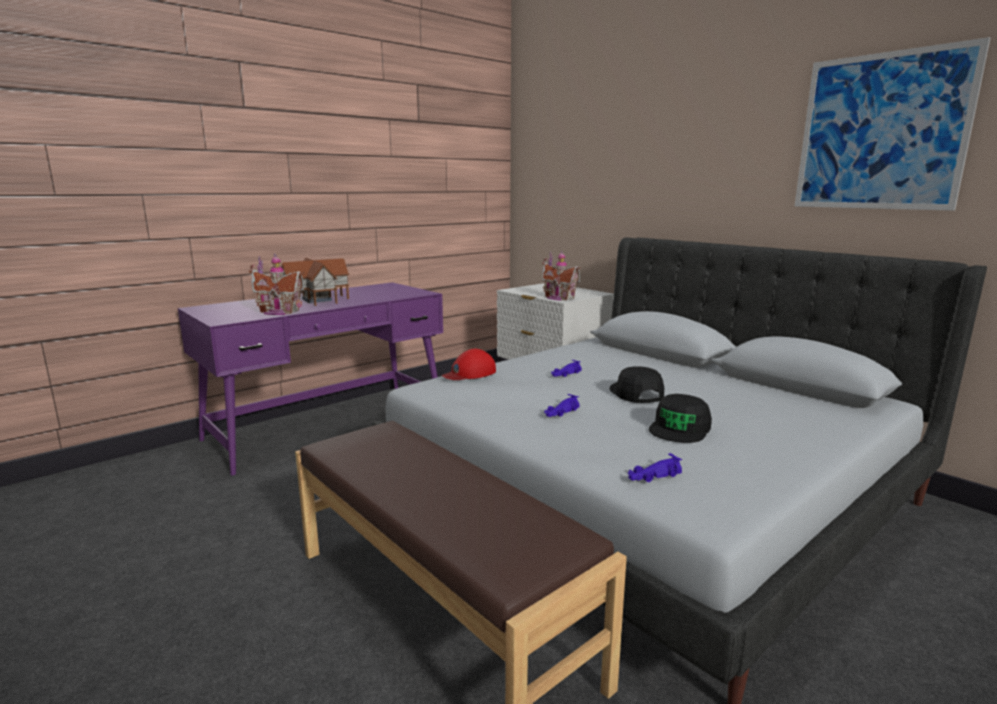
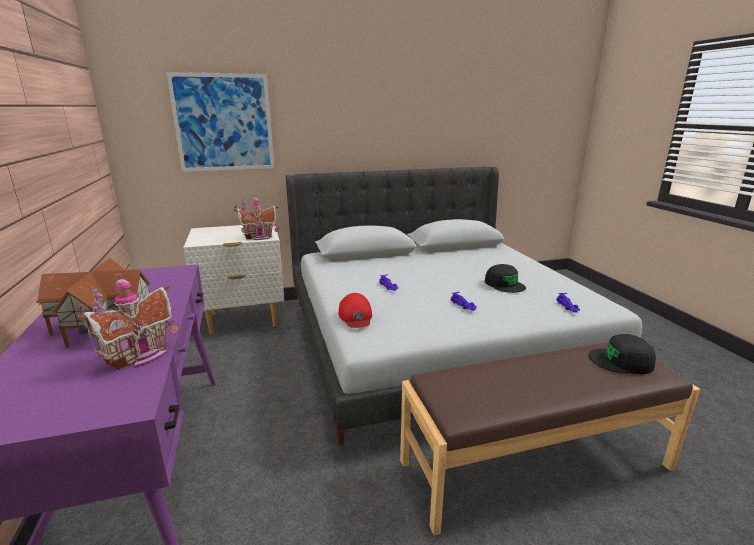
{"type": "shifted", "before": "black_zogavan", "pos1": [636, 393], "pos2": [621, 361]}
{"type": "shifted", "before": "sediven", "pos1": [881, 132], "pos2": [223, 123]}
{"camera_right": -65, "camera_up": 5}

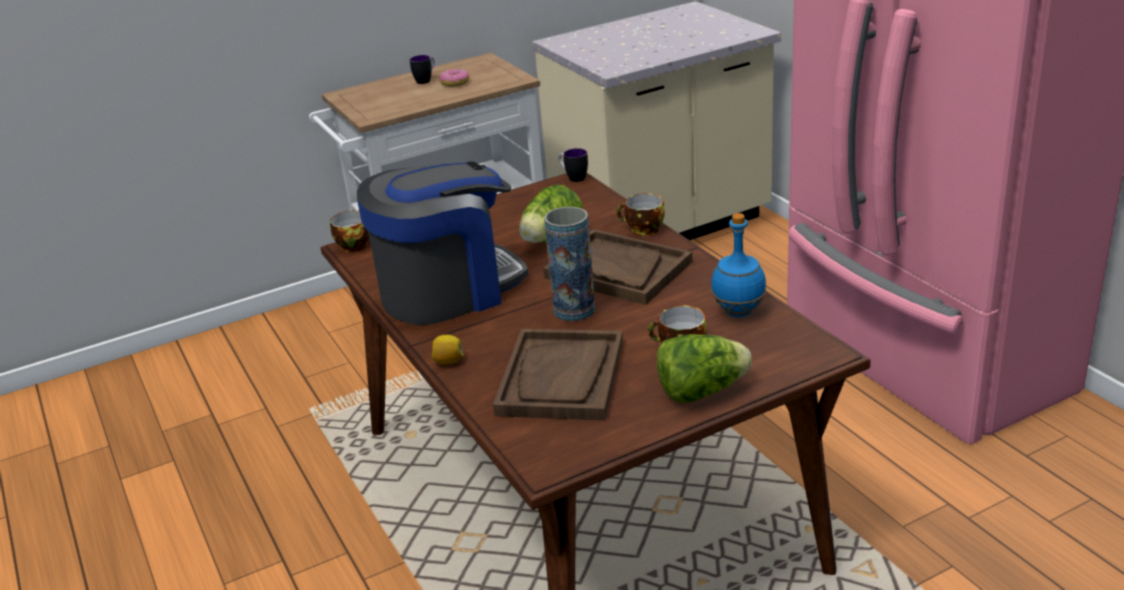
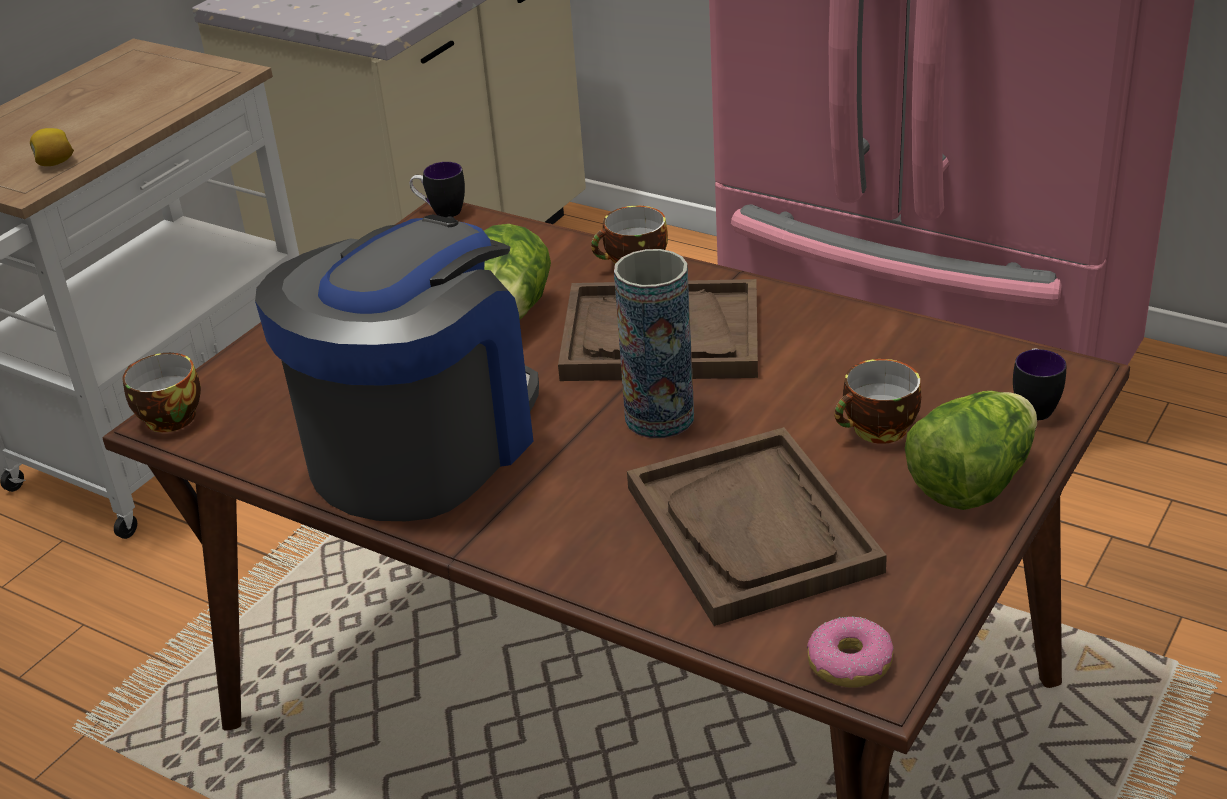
{"type": "shifted", "before": "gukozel", "pos1": [426, 80], "pos2": [1034, 405]}
{"type": "shifted", "before": "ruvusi", "pos1": [448, 361], "pos2": [55, 163]}
{"type": "shifted", "before": "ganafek", "pos1": [455, 83], "pos2": [850, 663]}
{"type": "gone", "before": "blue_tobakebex", "pos1": [739, 312]}
{"camera_right": -30, "camera_up": 5}

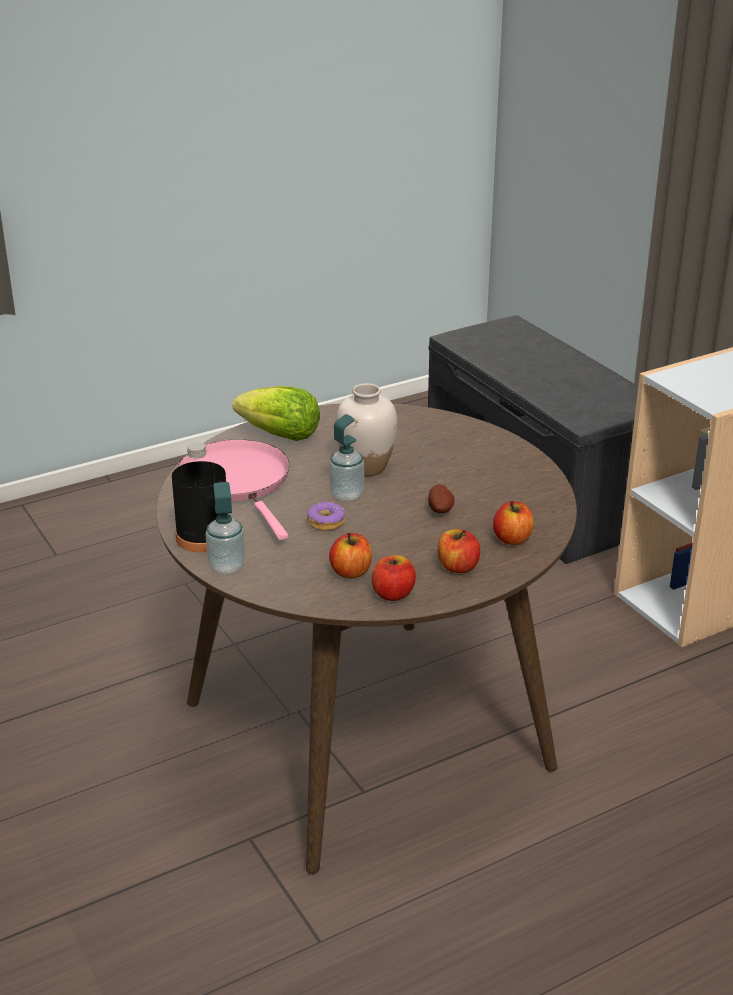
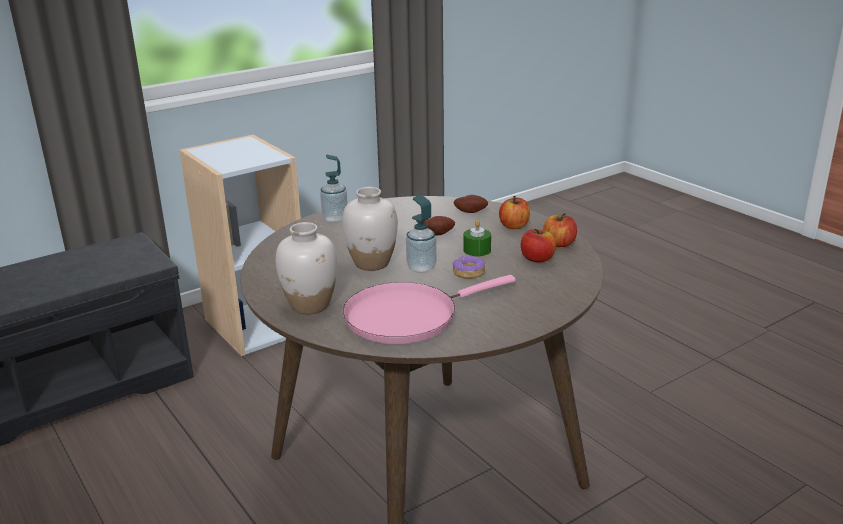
{"type": "gone", "before": "black_tobakebex", "pos1": [203, 537]}
{"type": "shifted", "before": "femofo", "pos1": [226, 567], "pos2": [335, 219]}
{"type": "swapped", "before": "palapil", "after": "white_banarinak", "pos1": [281, 436], "pos2": [310, 305]}
{"type": "swapped", "before": "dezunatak", "after": "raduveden", "pos1": [512, 539], "pos2": [471, 211]}
{"type": "new", "after": "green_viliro", "pos2": [477, 250]}
{"camera_right": -95, "camera_up": -5}

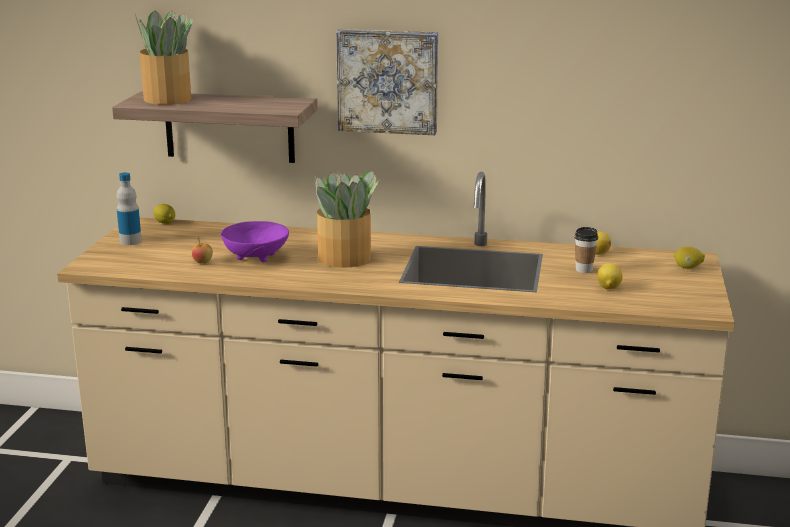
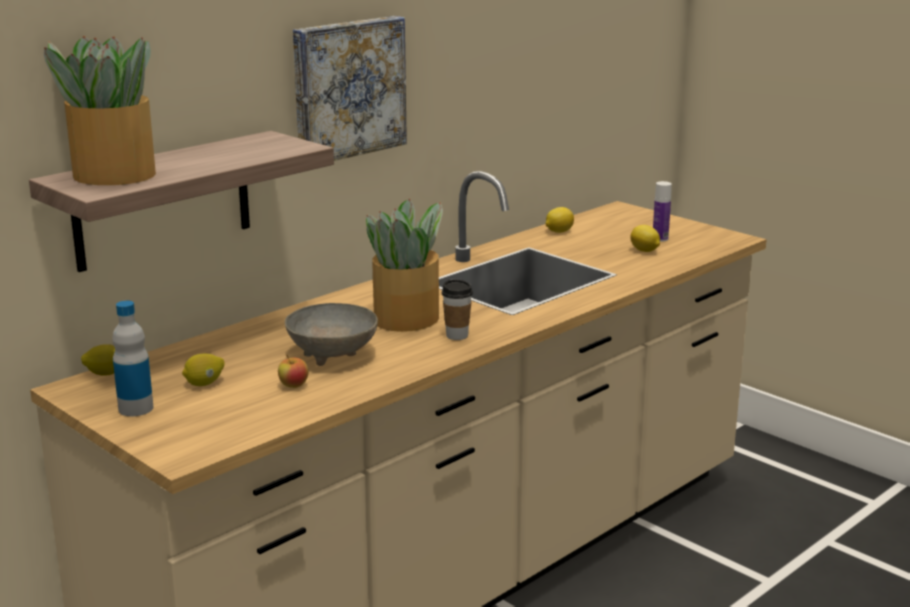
{"type": "repainted", "before": "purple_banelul", "after": "grey_banelul", "pos1": [255, 259], "pos2": [332, 357]}
{"type": "shifted", "before": "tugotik", "pos1": [584, 270], "pos2": [457, 336]}
{"type": "shifted", "before": "ruvusi", "pos1": [687, 267], "pos2": [204, 384]}
{"type": "new", "after": "tobakebex", "pos2": [660, 239]}
{"camera_right": -55, "camera_up": 0}

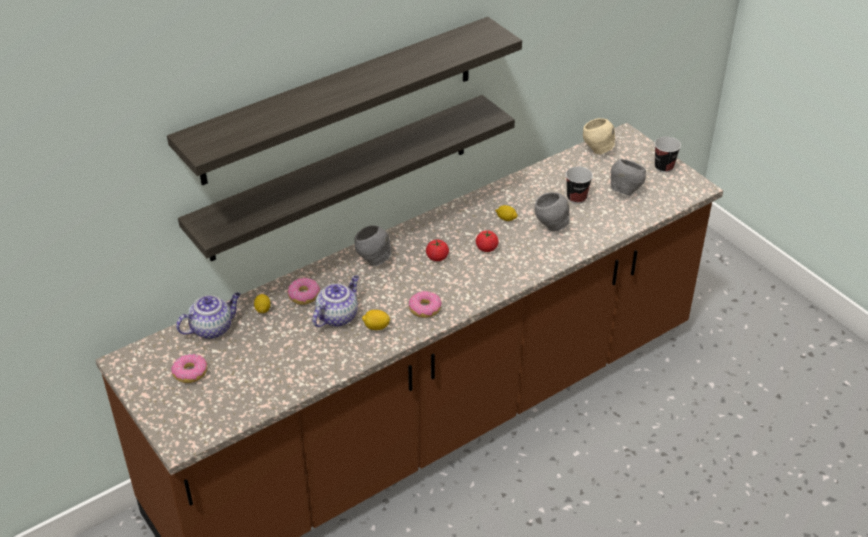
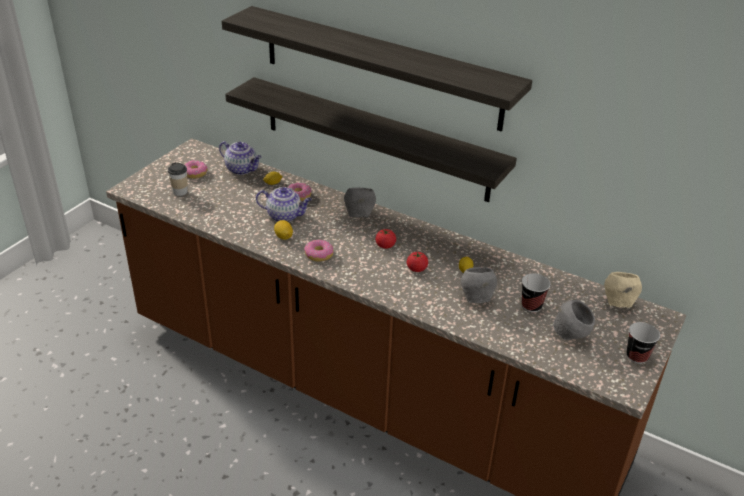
{"type": "new", "after": "tugotik", "pos2": [180, 192]}
{"camera_right": 65, "camera_up": -5}

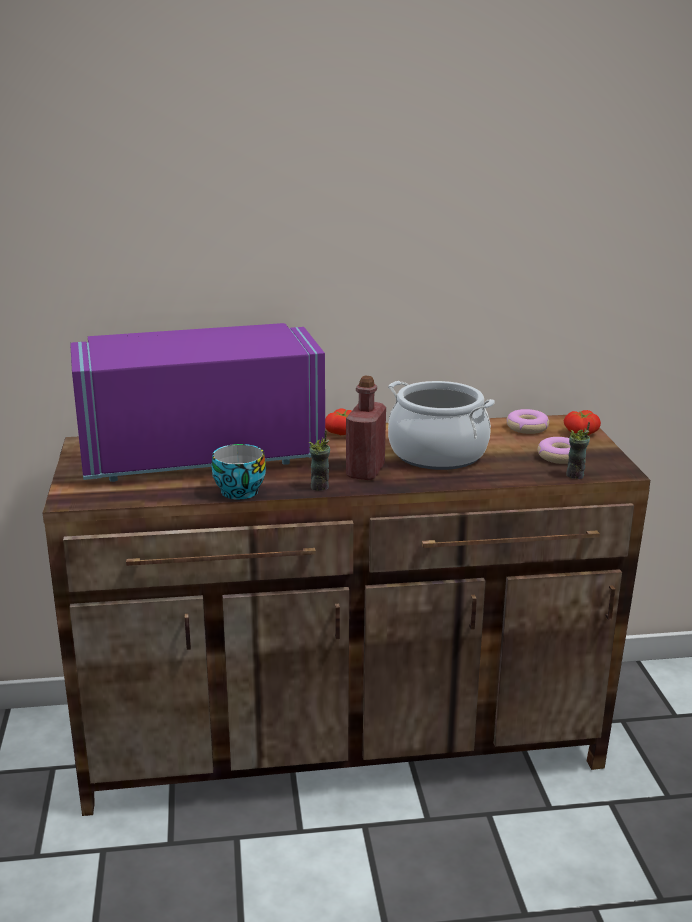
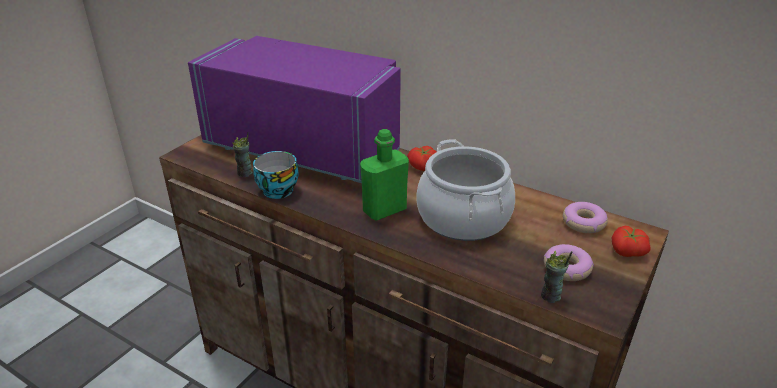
{"type": "shifted", "before": "tugotik", "pos1": [320, 487], "pos2": [245, 173]}
{"type": "repainted", "before": "red_tobakebex", "after": "green_tobakebex", "pos1": [365, 471], "pos2": [384, 210]}
{"camera_right": 40, "camera_up": 10}

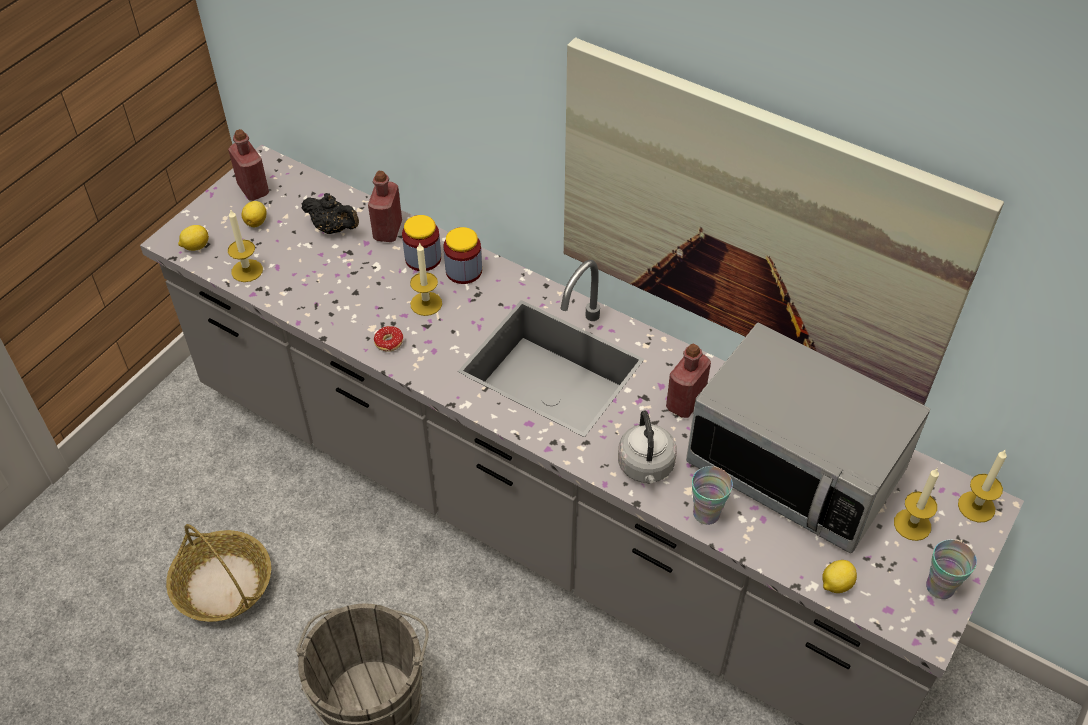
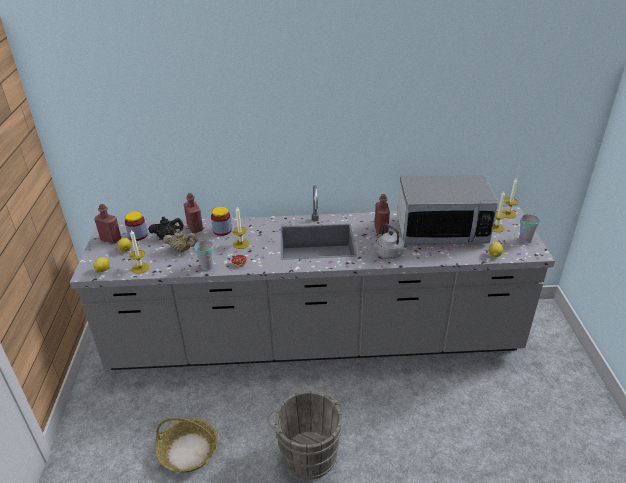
{"type": "shifted", "before": "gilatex", "pos1": [464, 271], "pos2": [138, 235]}
{"type": "gone", "before": "sediven", "pos1": [754, 227]}
{"type": "shifted", "before": "tugotik", "pos1": [706, 513], "pos2": [207, 266]}
{"type": "new", "after": "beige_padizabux", "pos2": [182, 250]}
{"camera_right": -35, "camera_up": -15}

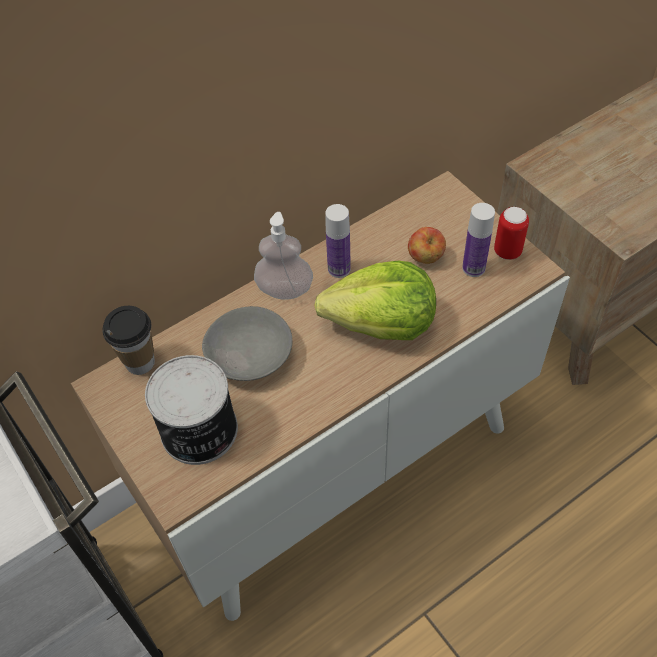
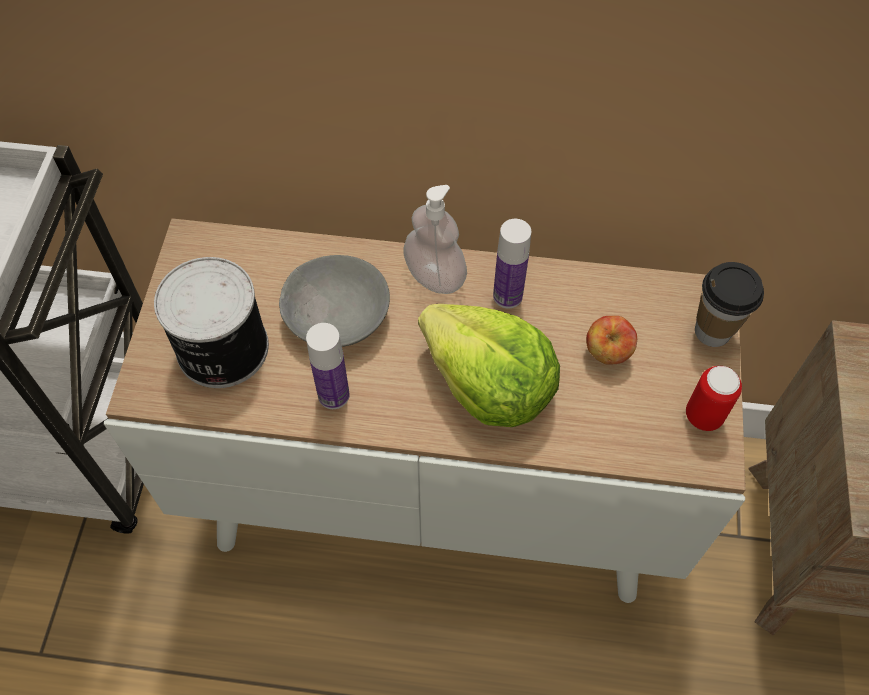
{"type": "shifted", "before": "tugotik", "pos1": [140, 362], "pos2": [712, 331]}
{"type": "shifted", "before": "tobakebex", "pos1": [473, 268], "pos2": [333, 395]}
{"camera_right": 40, "camera_up": 5}

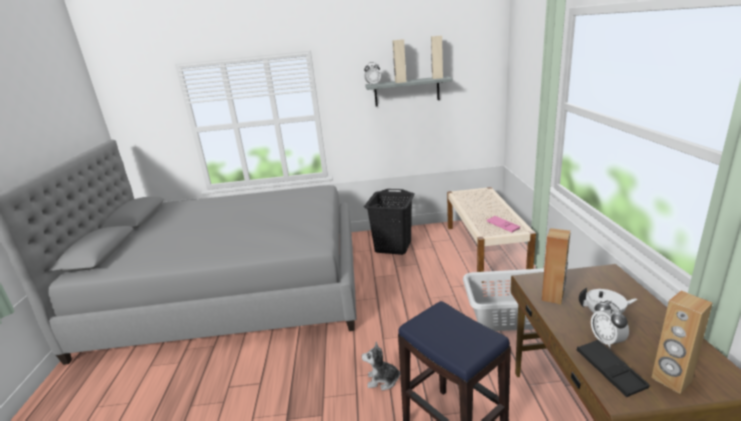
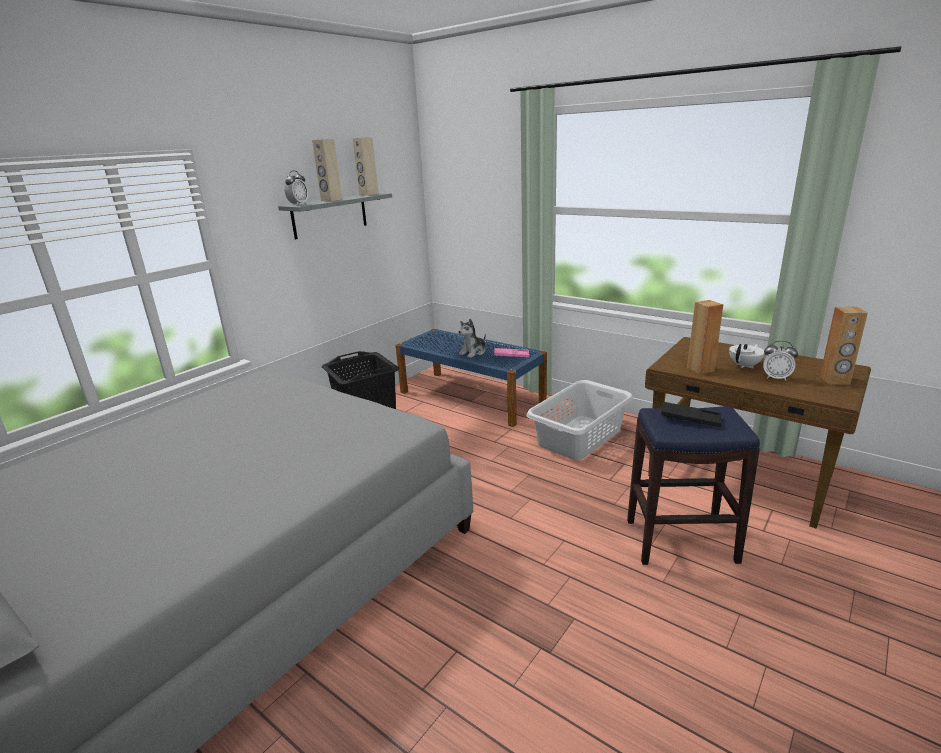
{"type": "shifted", "before": "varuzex", "pos1": [383, 380], "pos2": [473, 352]}
{"type": "repainted", "before": "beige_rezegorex", "after": "blue_rezegorex", "pos1": [485, 249], "pos2": [471, 397]}
{"type": "shifted", "before": "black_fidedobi", "pos1": [610, 371], "pos2": [690, 418]}
{"camera_right": -50, "camera_up": 0}

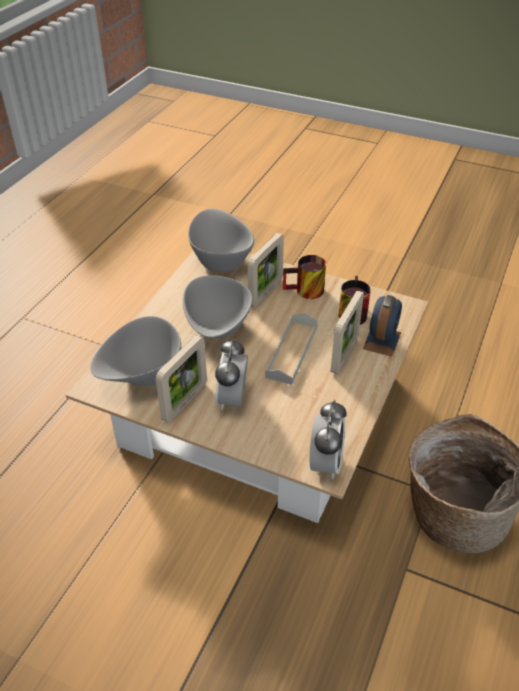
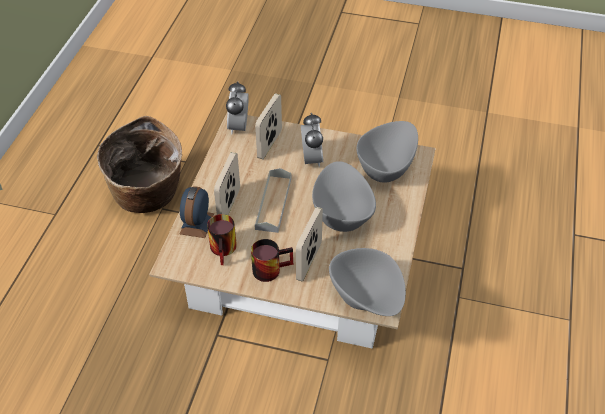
{"type": "shifted", "before": "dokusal", "pos1": [185, 402], "pos2": [269, 144]}
{"camera_right": 170, "camera_up": 5}

